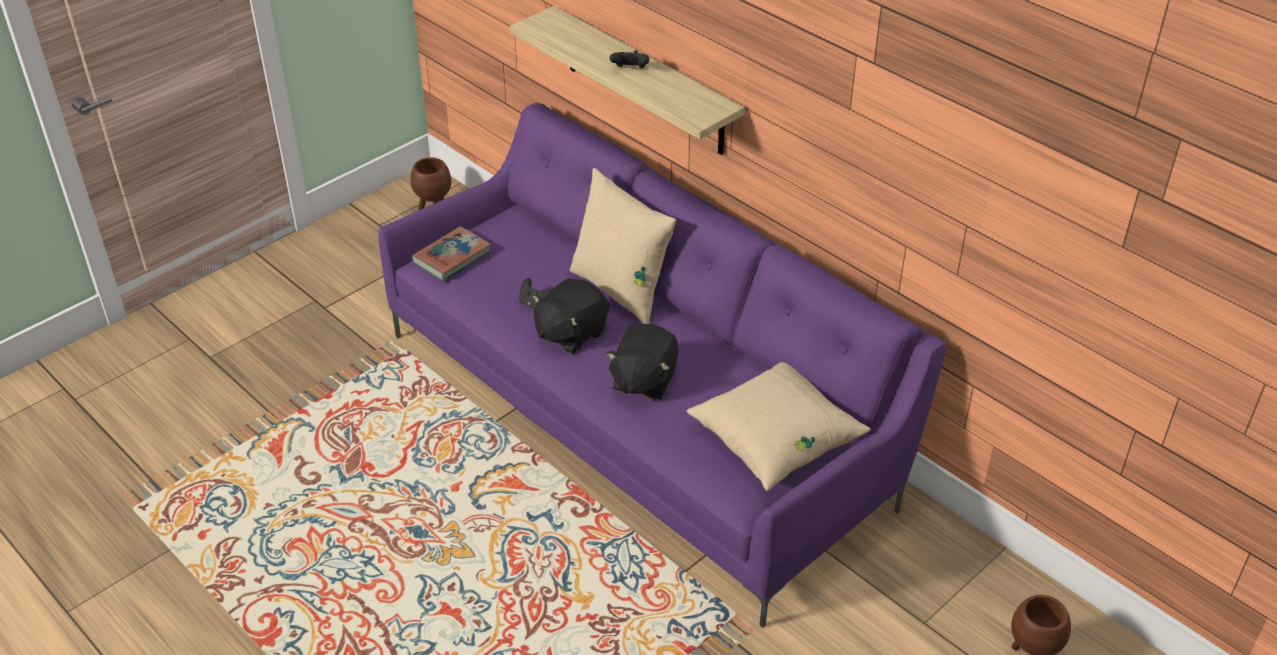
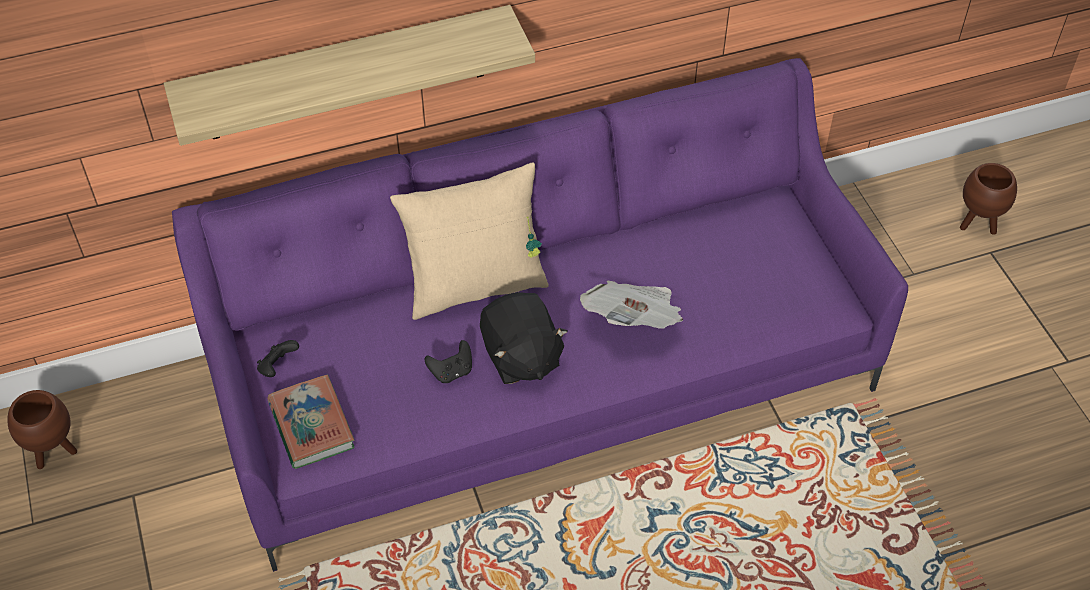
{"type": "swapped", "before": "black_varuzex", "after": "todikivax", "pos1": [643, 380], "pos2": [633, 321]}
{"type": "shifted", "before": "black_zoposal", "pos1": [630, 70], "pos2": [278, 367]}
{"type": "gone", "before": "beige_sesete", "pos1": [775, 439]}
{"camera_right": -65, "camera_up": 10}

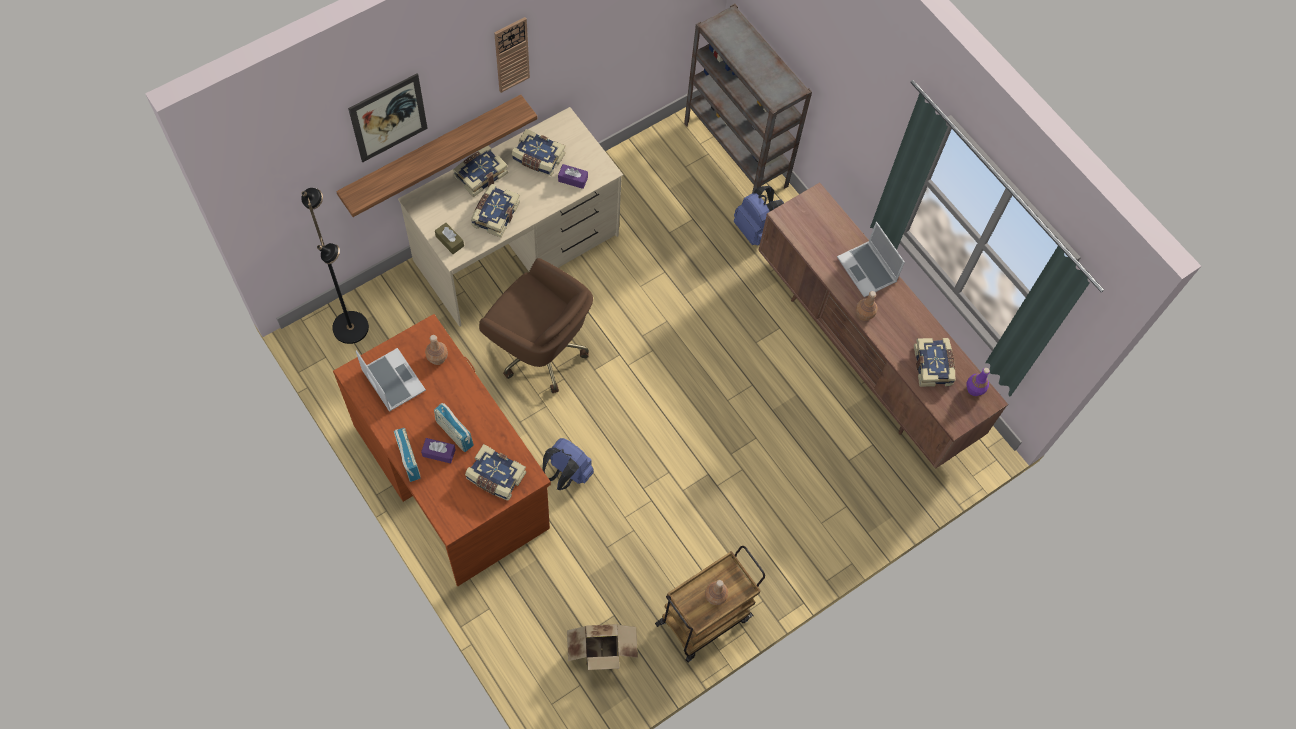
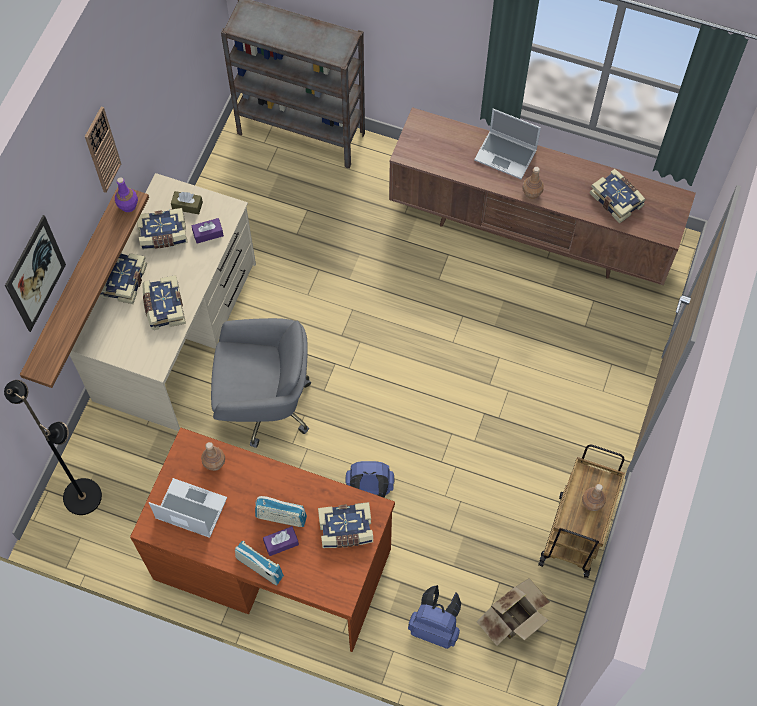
{"type": "shifted", "before": "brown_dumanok", "pos1": [449, 241], "pos2": [187, 206]}
{"type": "repainted", "before": "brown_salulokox", "after": "grey_salulokox", "pos1": [539, 351], "pos2": [265, 406]}
{"type": "shifted", "before": "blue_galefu", "pos1": [755, 229], "pos2": [435, 626]}
{"type": "shifted", "before": "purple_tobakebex", "pos1": [974, 389], "pos2": [128, 205]}
{"camera_right": -30, "camera_up": 0}

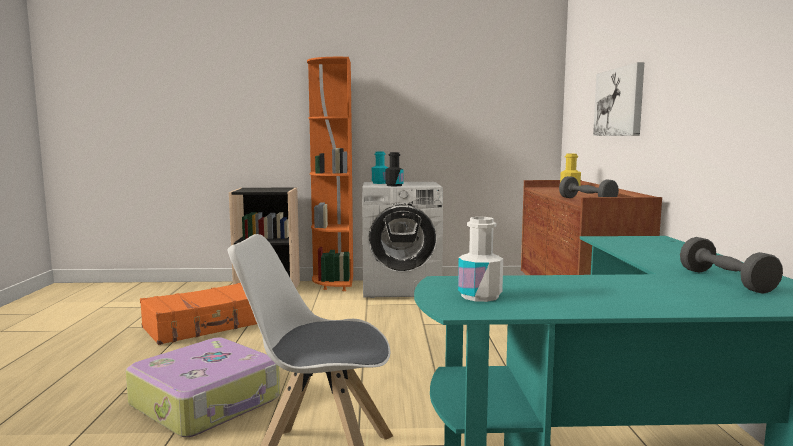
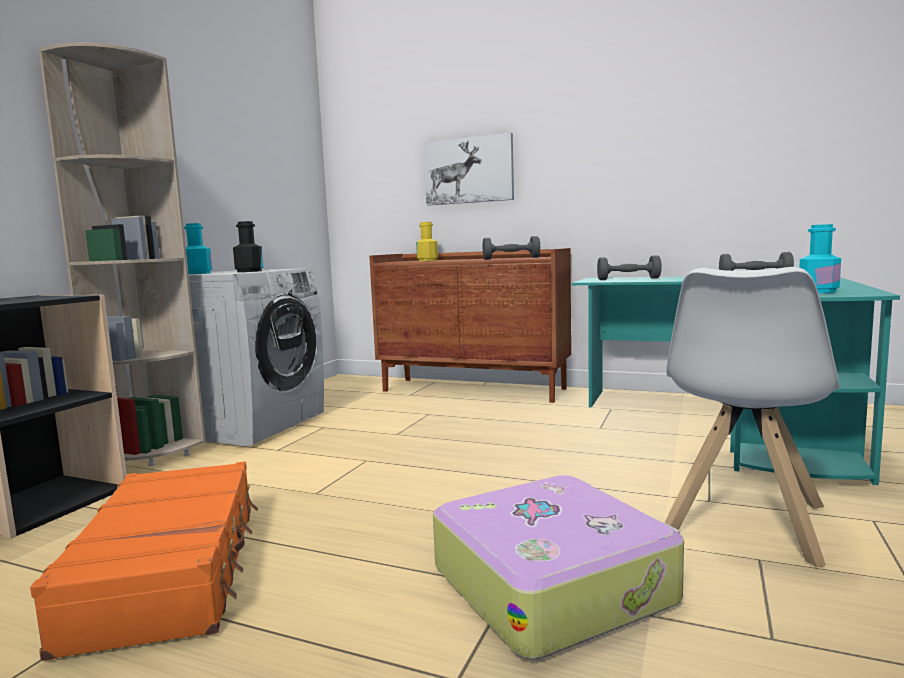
{"type": "repainted", "before": "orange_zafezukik", "after": "beige_zafezukik", "pos1": [333, 287], "pos2": [152, 458]}
{"type": "repainted", "before": "white_tobakebex", "after": "turquoise_tobakebex", "pos1": [480, 296], "pos2": [818, 291]}
{"type": "new", "after": "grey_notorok", "pos2": [628, 279]}
{"camera_right": -65, "camera_up": 0}

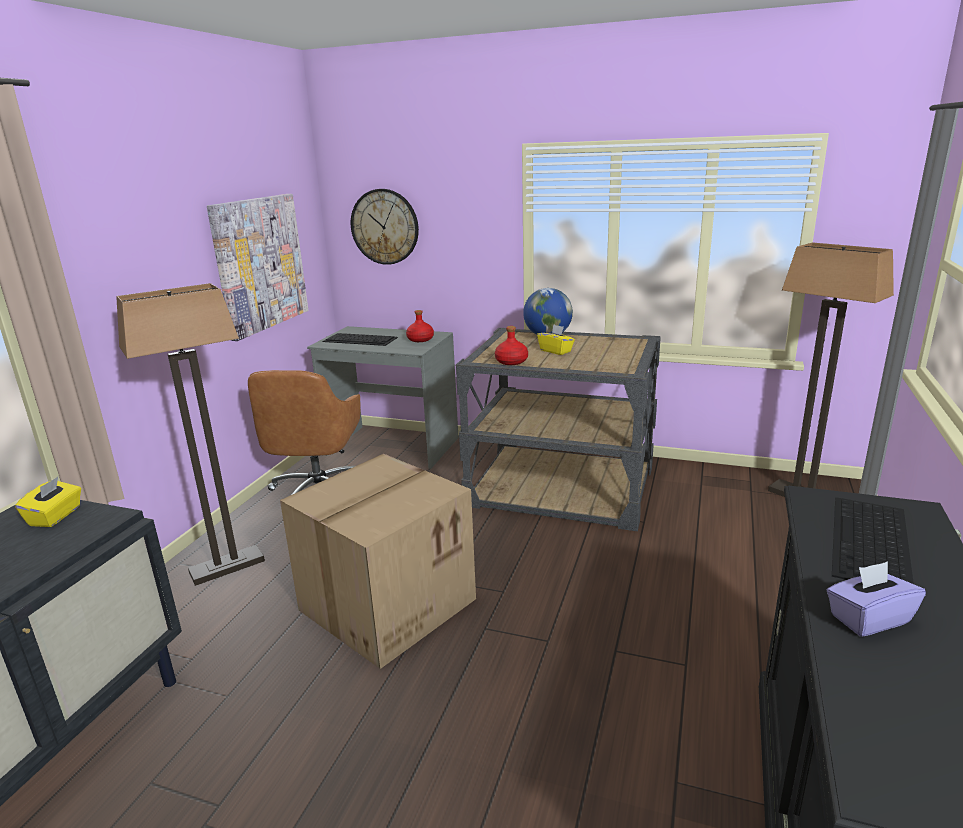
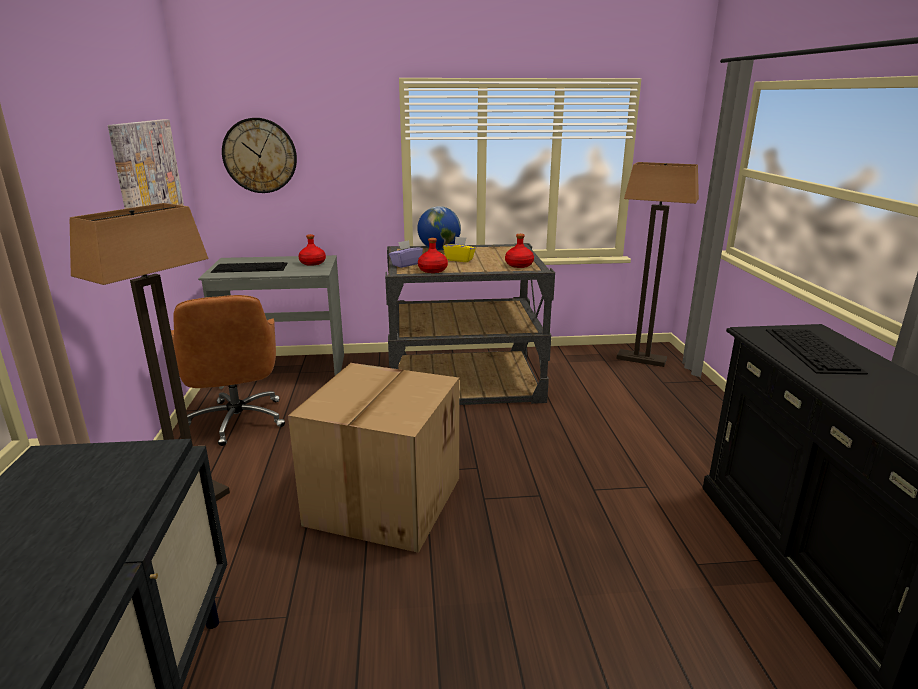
{"type": "gone", "before": "yellow_dumanok", "pos1": [55, 516]}
{"type": "shifted", "before": "purple_dumanok", "pos1": [868, 618], "pos2": [406, 264]}
{"type": "new", "after": "red_tobakebex", "pos2": [518, 265]}
{"camera_right": -25, "camera_up": 0}

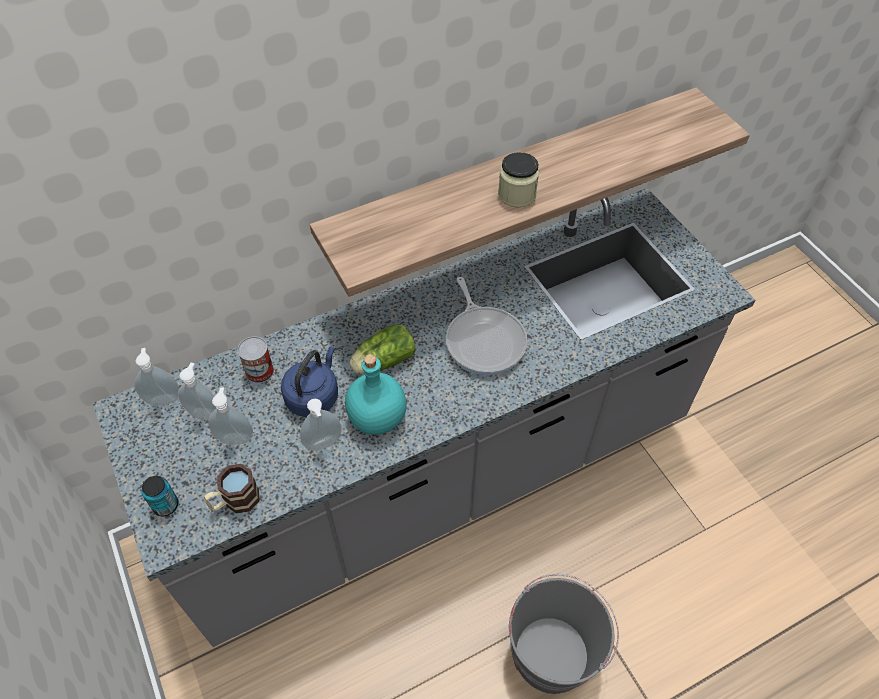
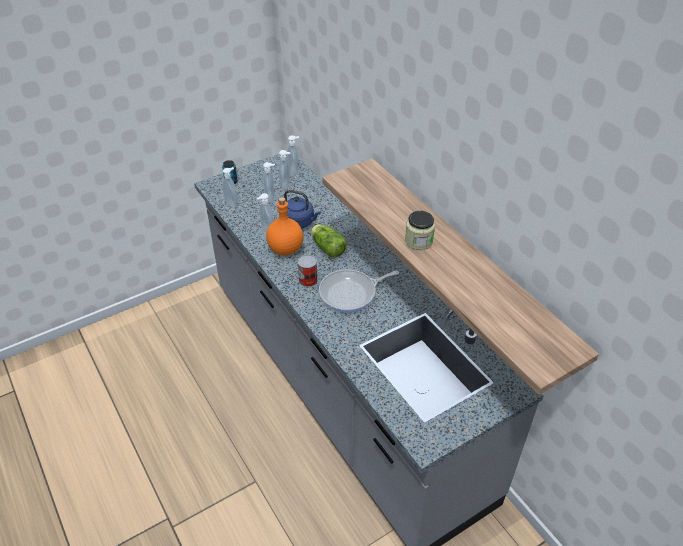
{"type": "swapped", "before": "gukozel", "after": "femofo", "pos1": [235, 501], "pos2": [232, 203]}
{"type": "shifted", "before": "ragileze", "pos1": [259, 371], "pos2": [308, 280]}
{"type": "repainted", "before": "turquoise_tobakebex", "after": "orange_tobakebex", "pos1": [376, 418], "pos2": [285, 248]}
{"type": "gone", "before": "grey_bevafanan", "pos1": [552, 652]}
{"camera_right": 85, "camera_up": -10}

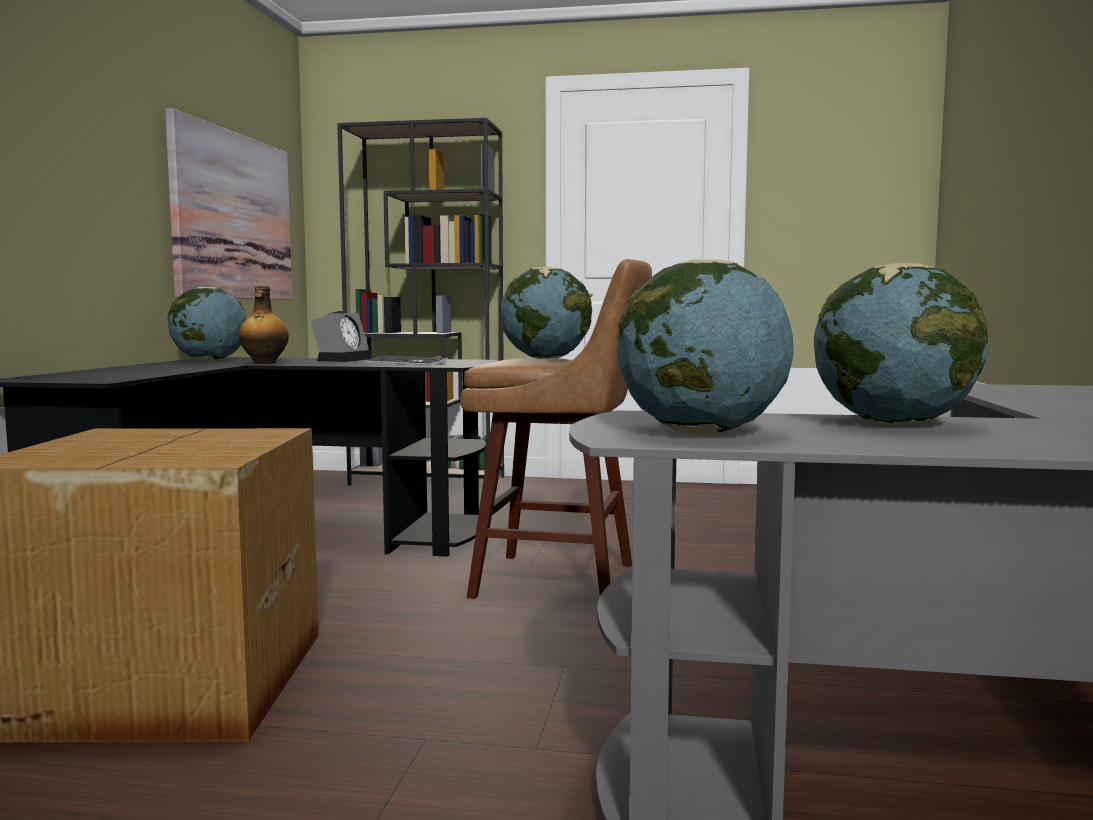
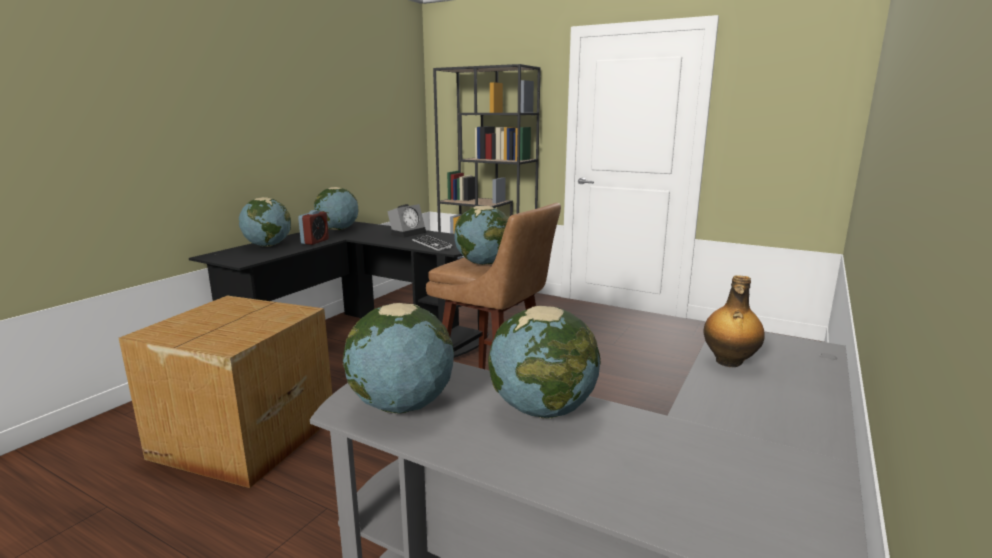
{"type": "gone", "before": "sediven", "pos1": [233, 216]}
{"type": "shifted", "before": "tobakebex", "pos1": [264, 363], "pos2": [728, 362]}
{"type": "new", "after": "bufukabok", "pos2": [268, 245]}
{"type": "new", "after": "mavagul", "pos2": [315, 241]}
{"camera_right": 20, "camera_up": 10}

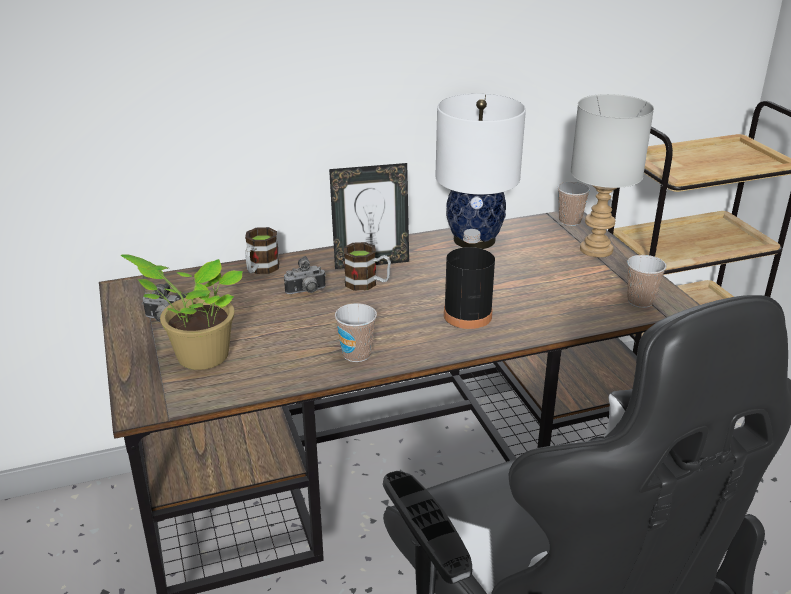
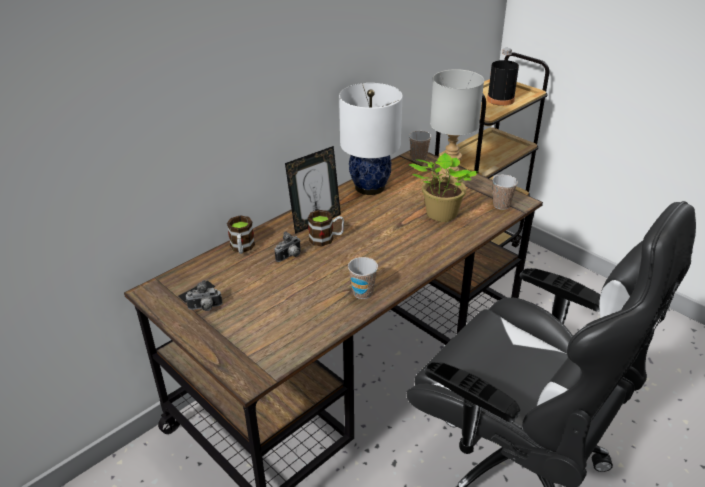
{"type": "shifted", "before": "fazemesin", "pos1": [198, 357], "pos2": [439, 214]}
{"type": "shifted", "before": "black_tobakebex", "pos1": [467, 315], "pos2": [500, 100]}
{"camera_right": -25, "camera_up": 5}

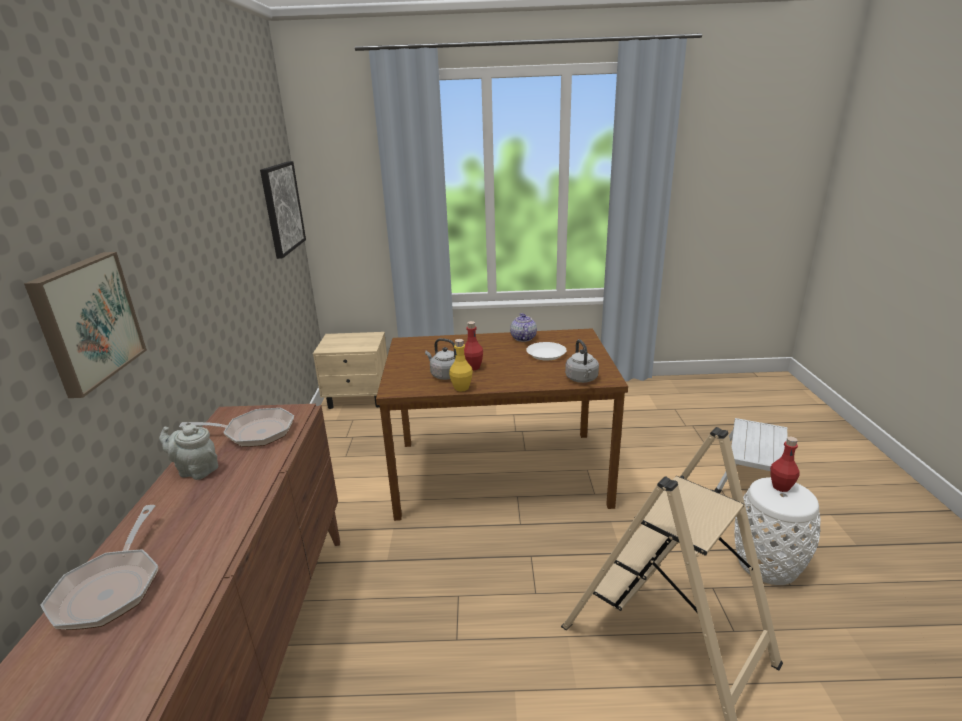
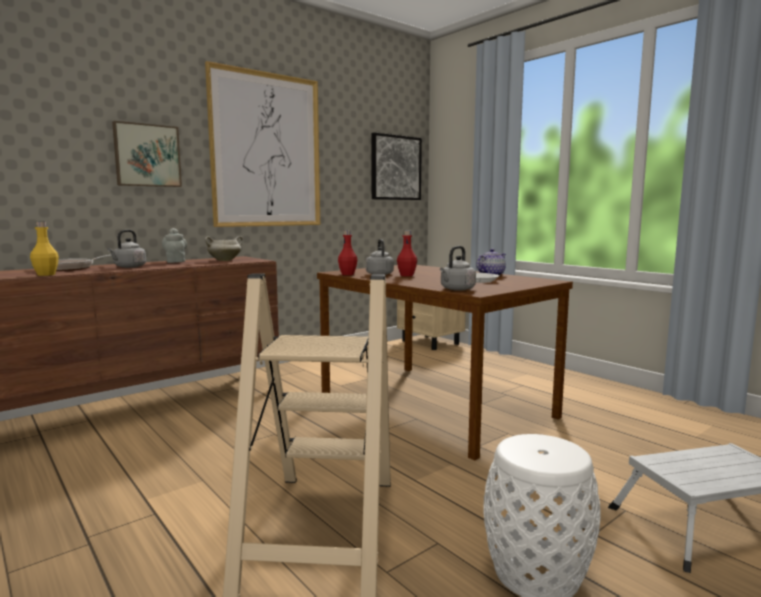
{"type": "swapped", "before": "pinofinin", "after": "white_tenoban", "pos1": [254, 433], "pos2": [225, 260]}
{"type": "shifted", "before": "yellow_tobakebex", "pos1": [461, 388], "pos2": [46, 274]}
{"type": "shifted", "before": "red_tobakebex", "pos1": [781, 487], "pos2": [347, 274]}
{"type": "new", "after": "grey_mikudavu", "pos2": [128, 267]}
{"type": "new", "after": "sediven", "pos2": [266, 151]}
{"camera_right": 50, "camera_up": -15}

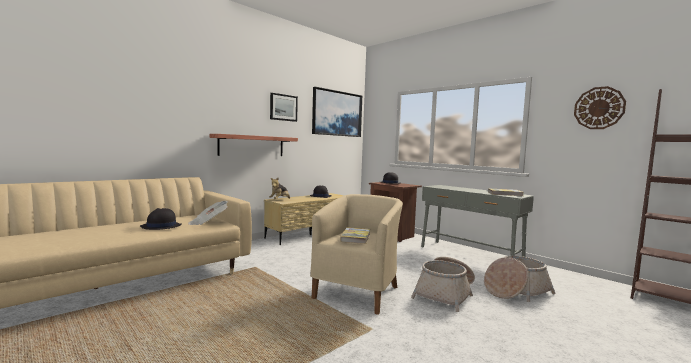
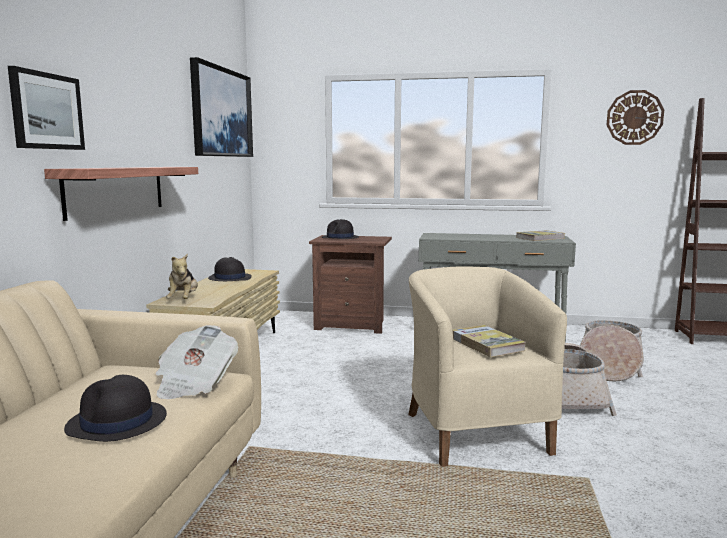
{"type": "shifted", "before": "sediven", "pos1": [283, 107], "pos2": [46, 111]}
{"camera_right": -35, "camera_up": 5}

